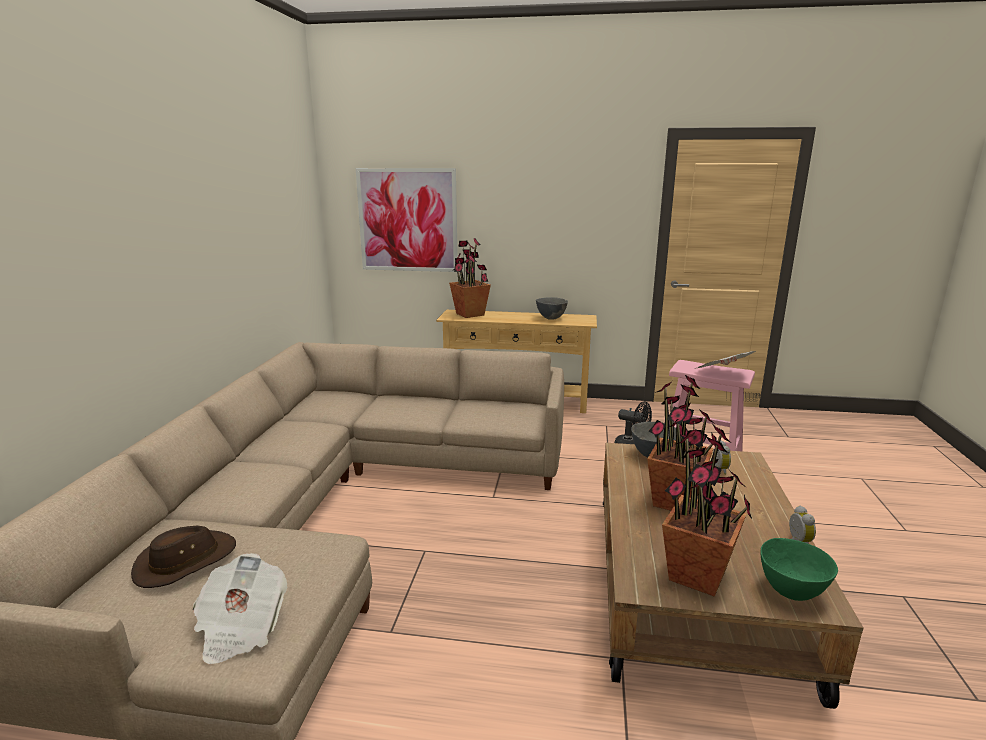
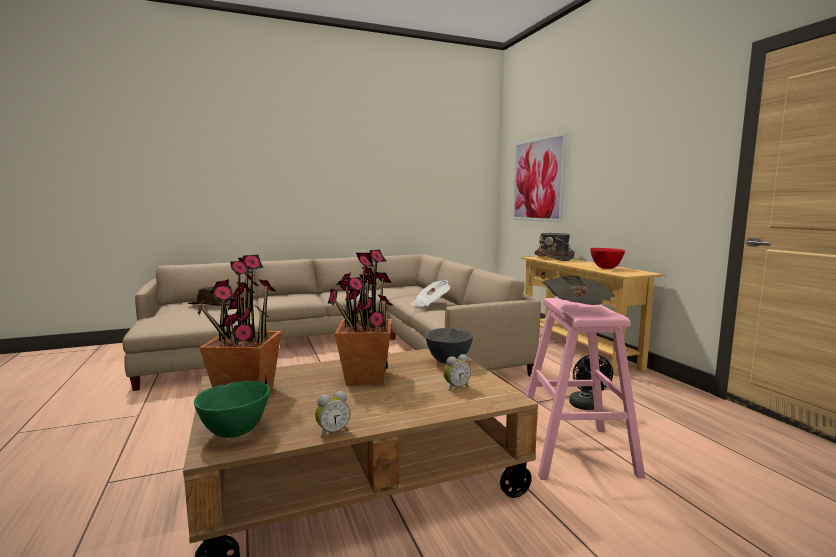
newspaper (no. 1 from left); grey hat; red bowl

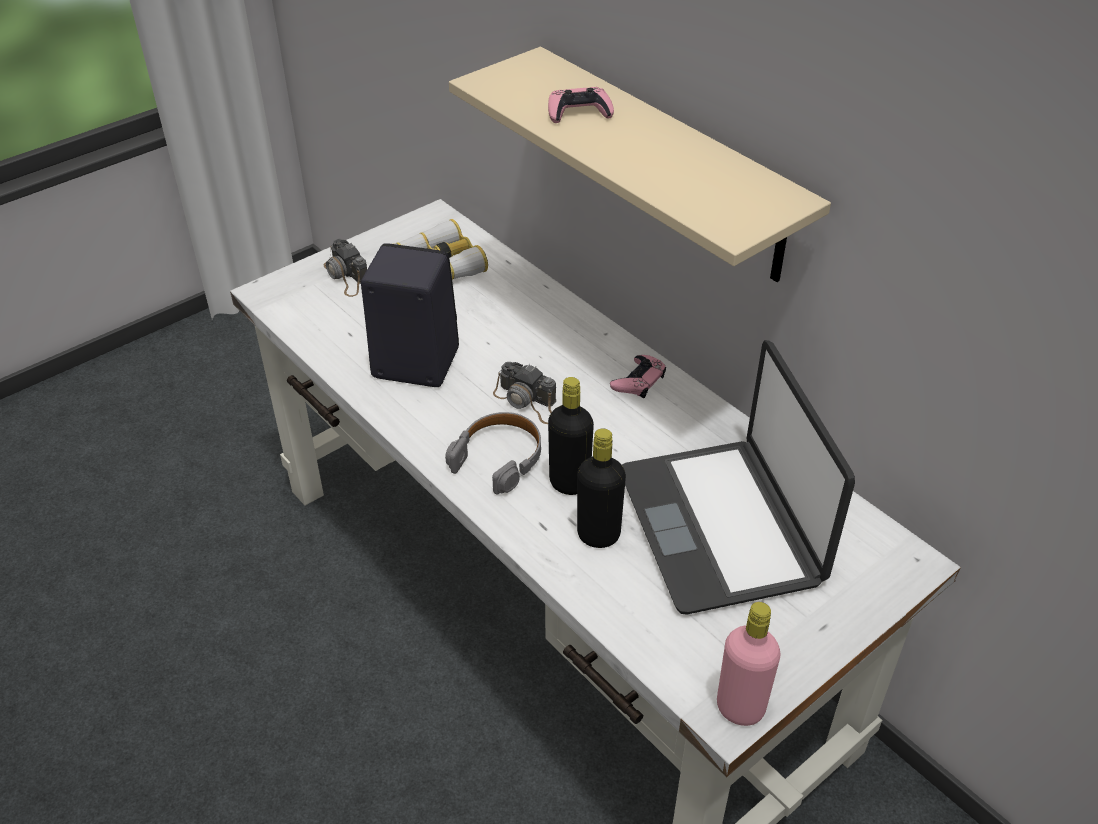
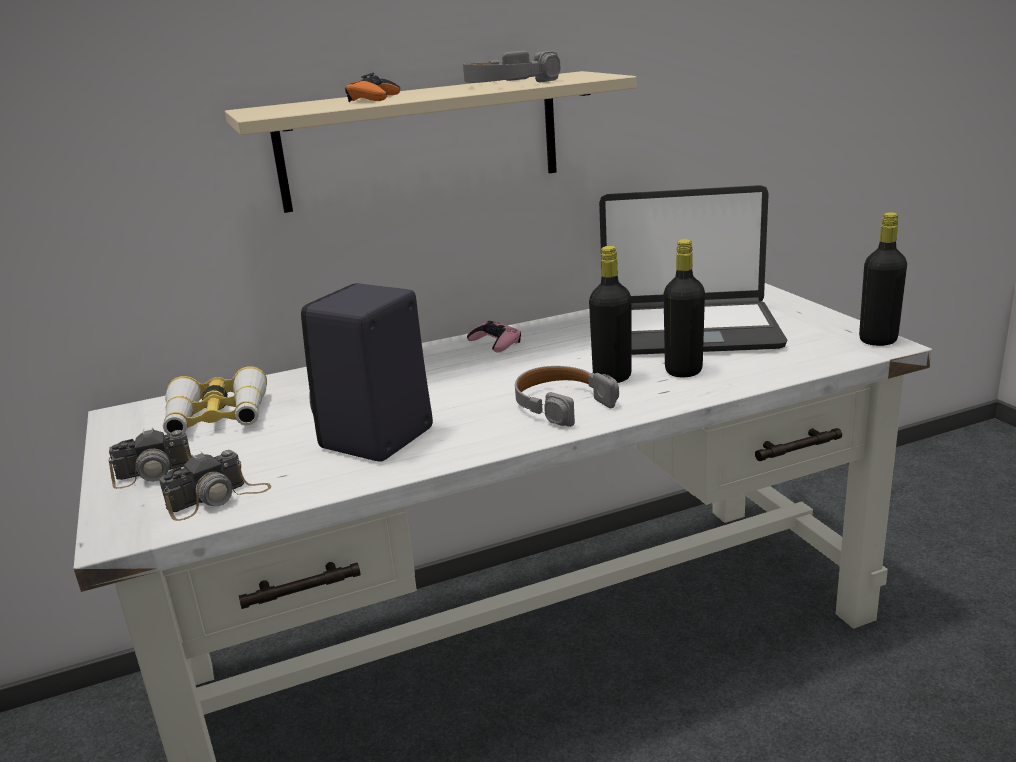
grey headphones (no. 1 from left); photo camera (no. 2 from left); orange game controller; black bottle (no. 3 from left)

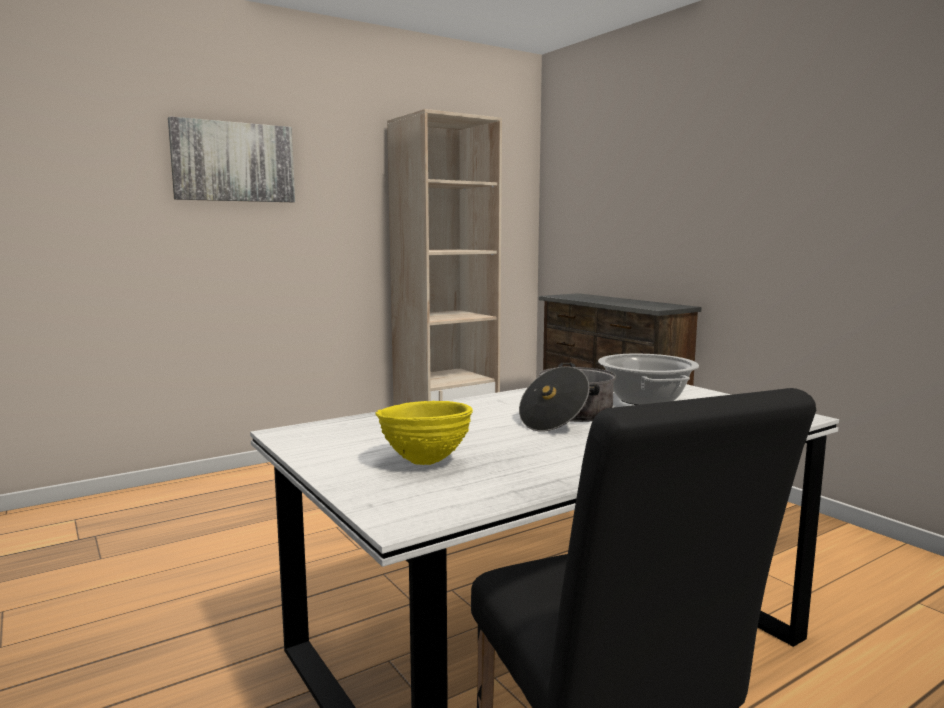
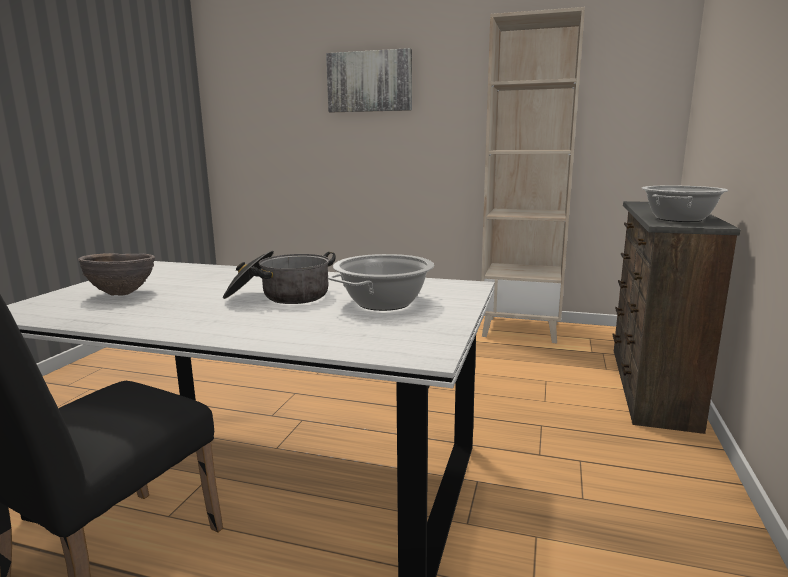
cooking pot (no. 3 from left); brown bowl

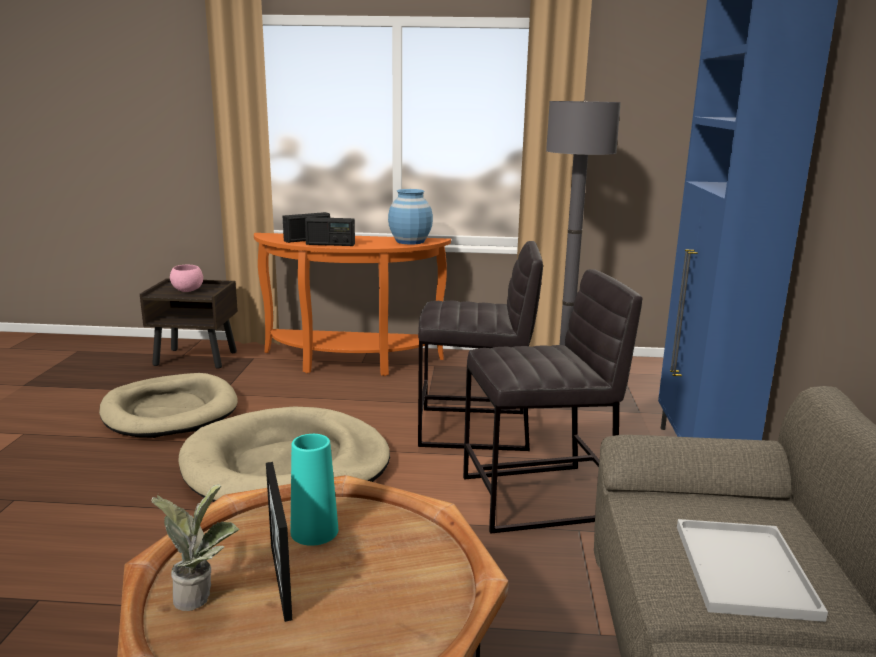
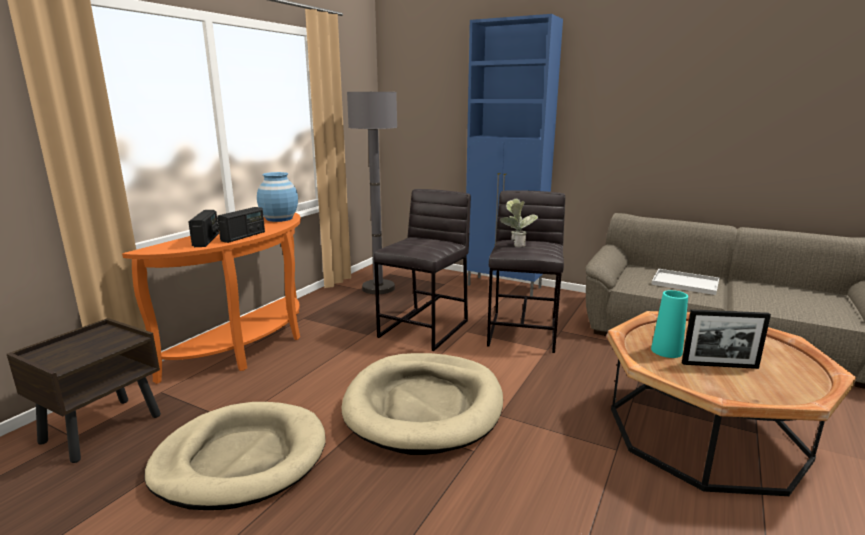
pink bowl; potted plant

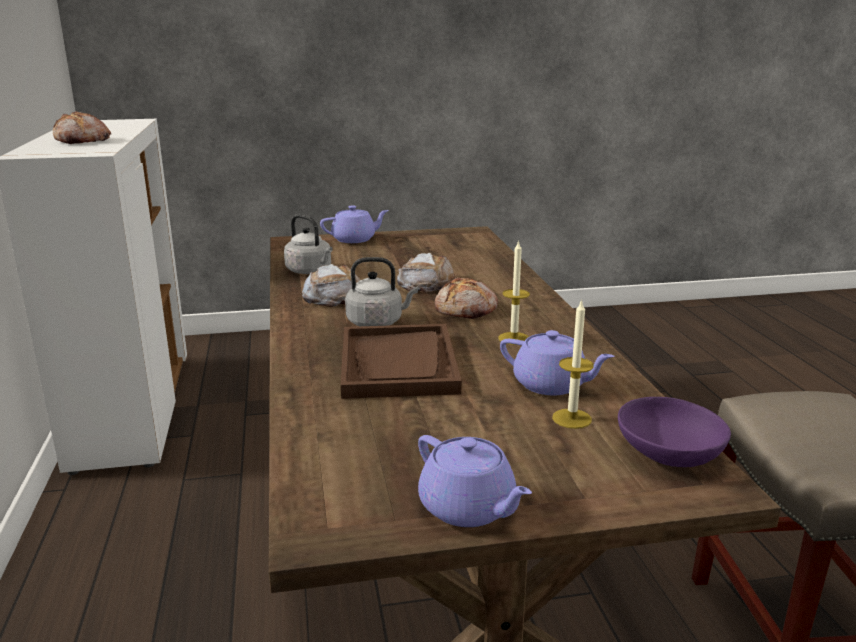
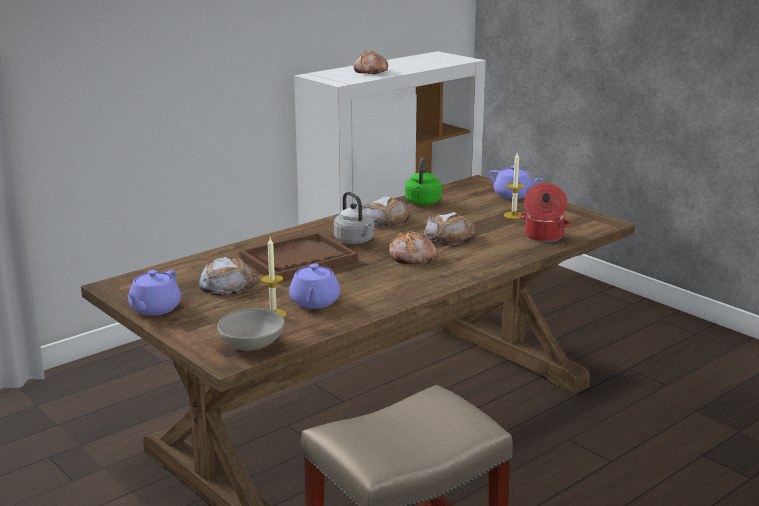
bread (no. 1 from left); cooking pot; candle (no. 2 from left); green kettle; grey bowl

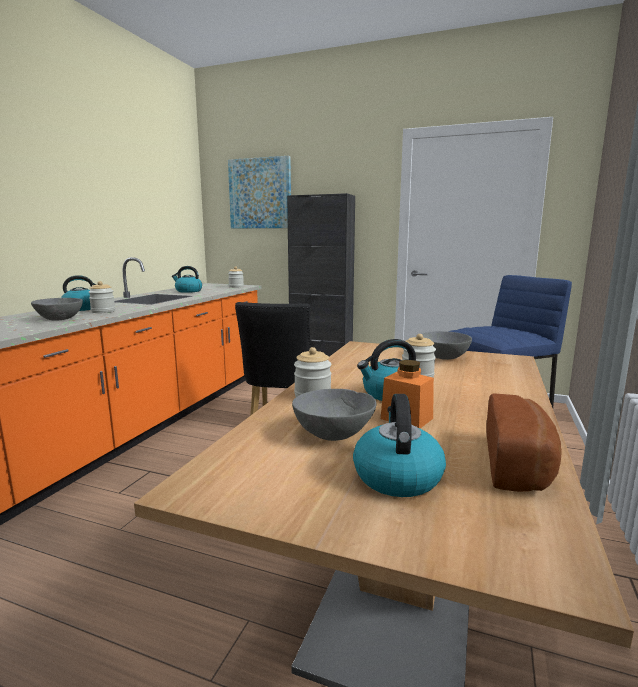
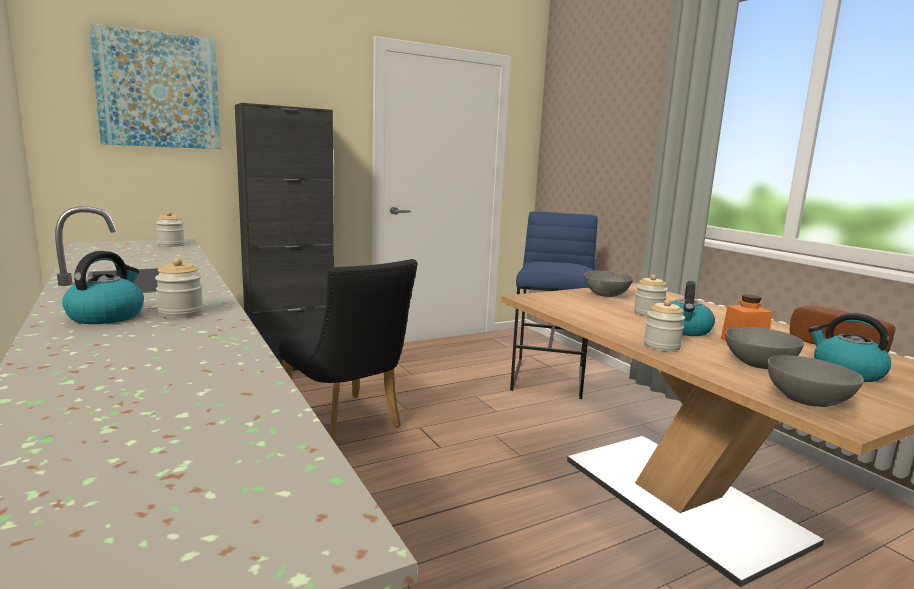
kettle (no. 2 from left in the first image); grey bowl (no. 3 from left)

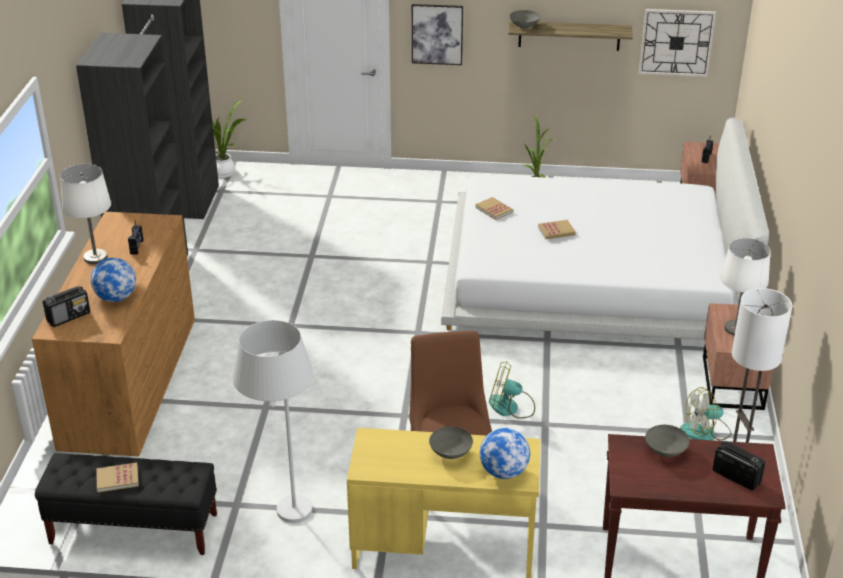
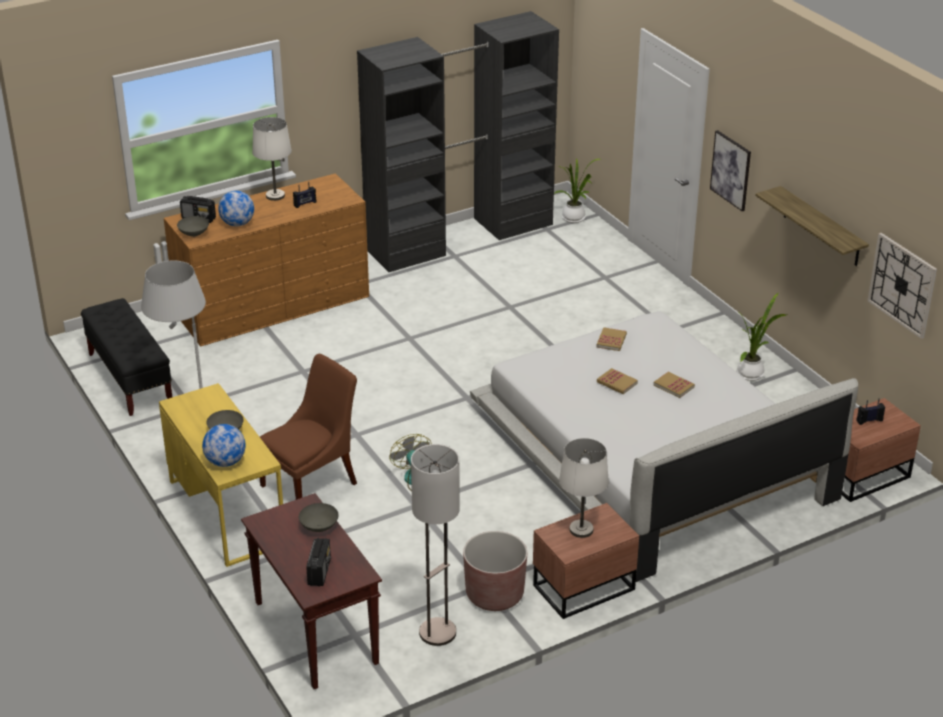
book (no. 3 from left); grey bowl (no. 1 from left); brown planter

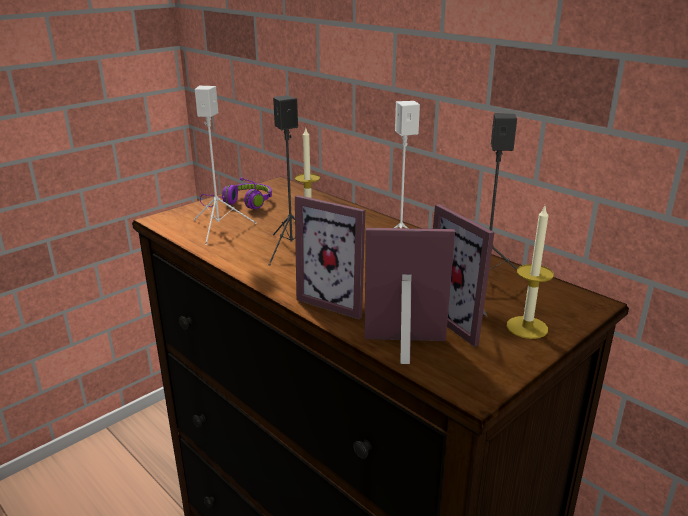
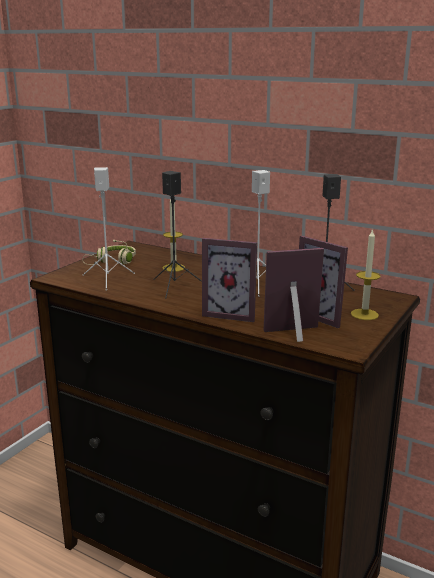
beige headphones

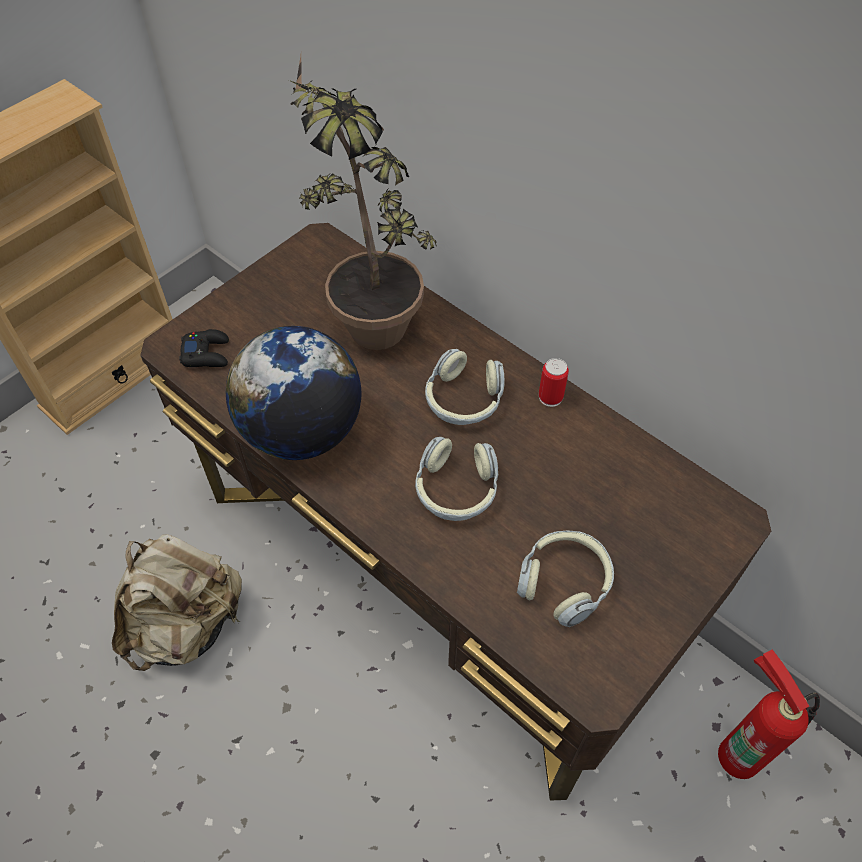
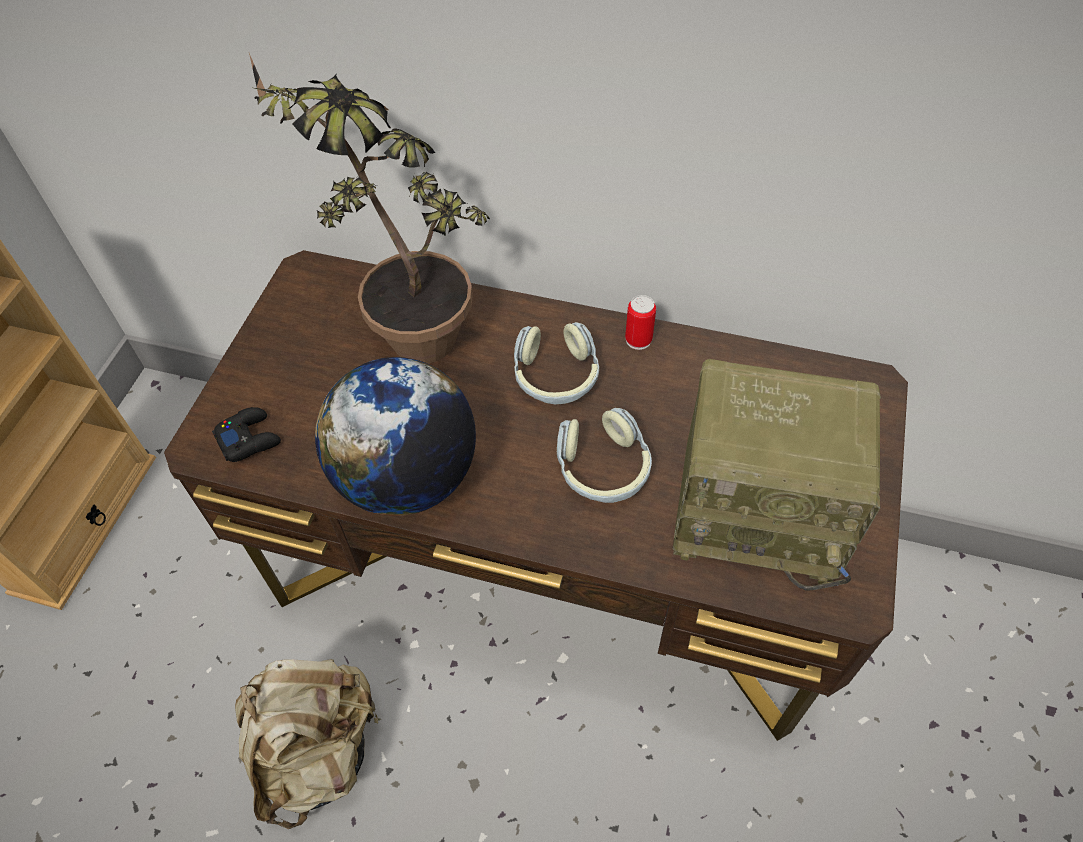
fire extinguisher; radio

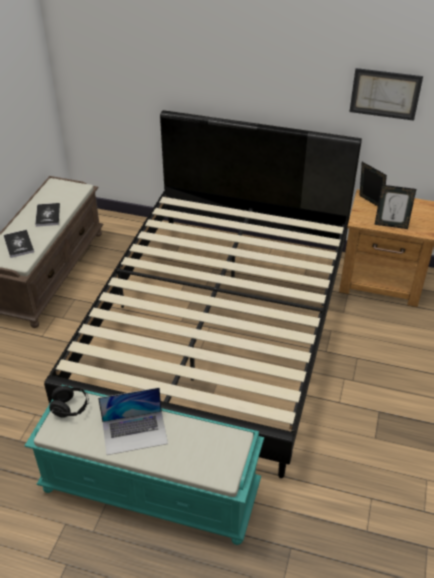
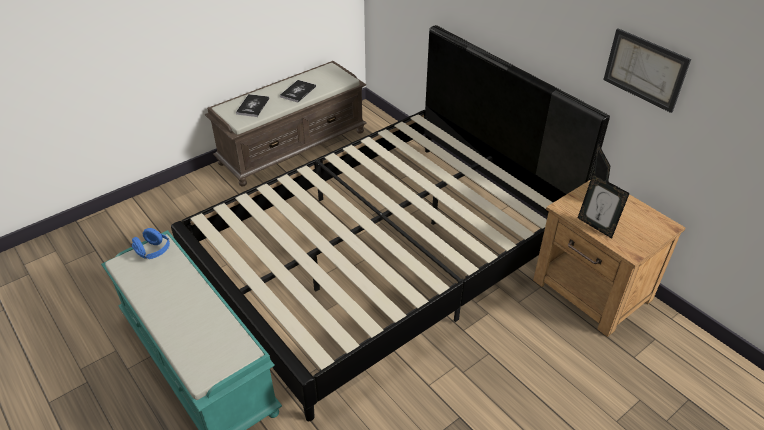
laptop; blue headphones

